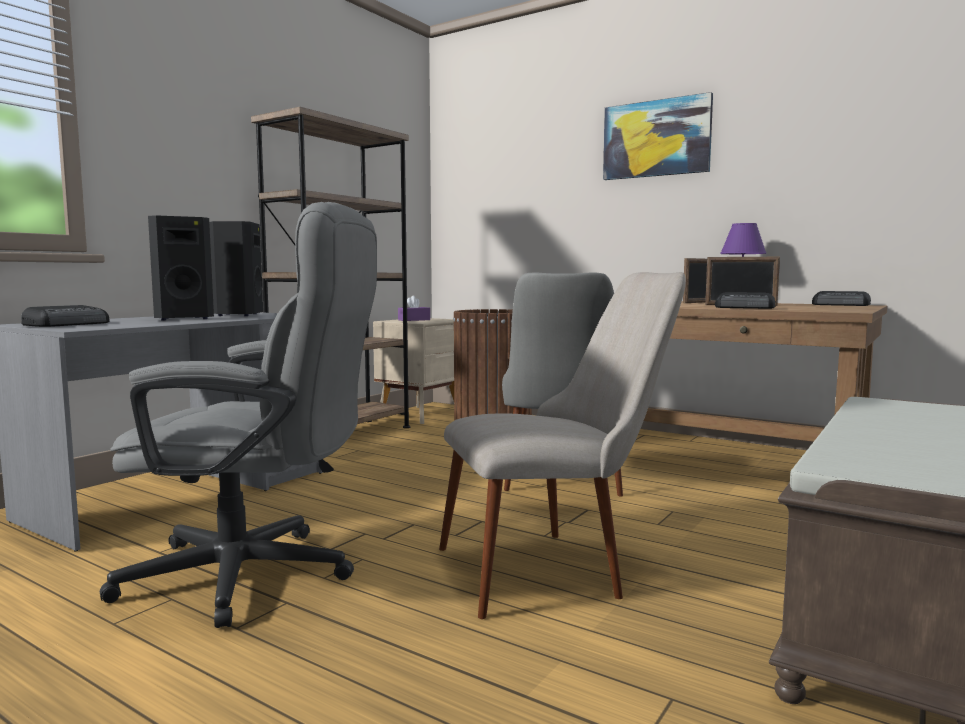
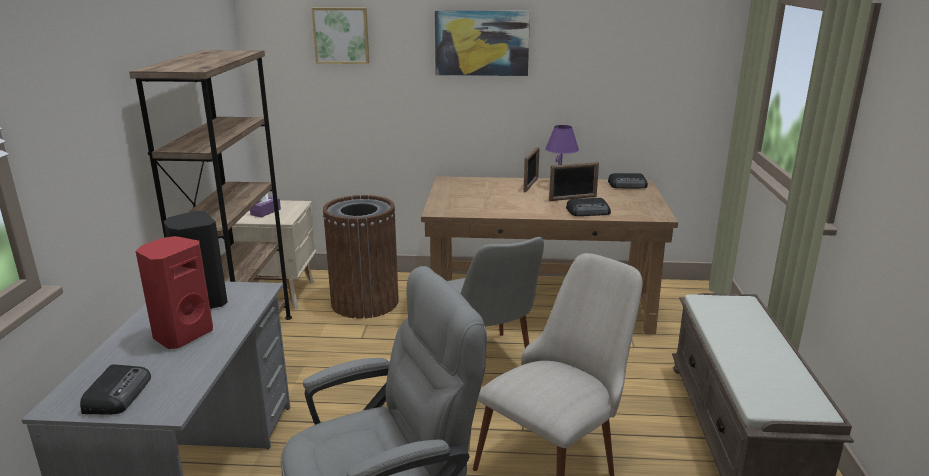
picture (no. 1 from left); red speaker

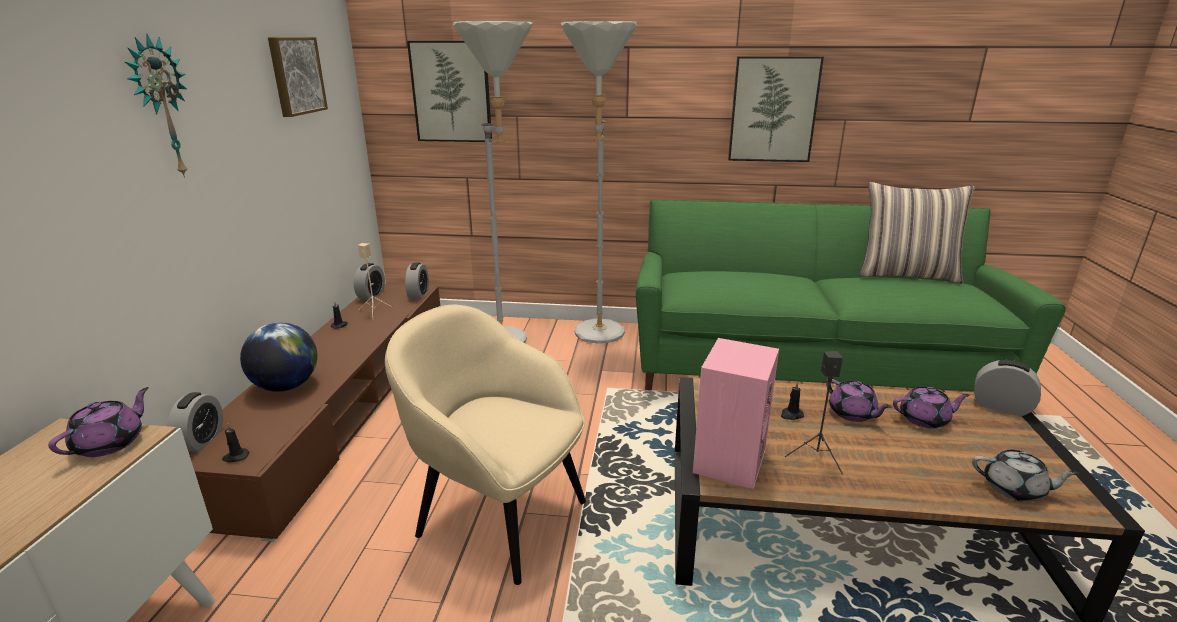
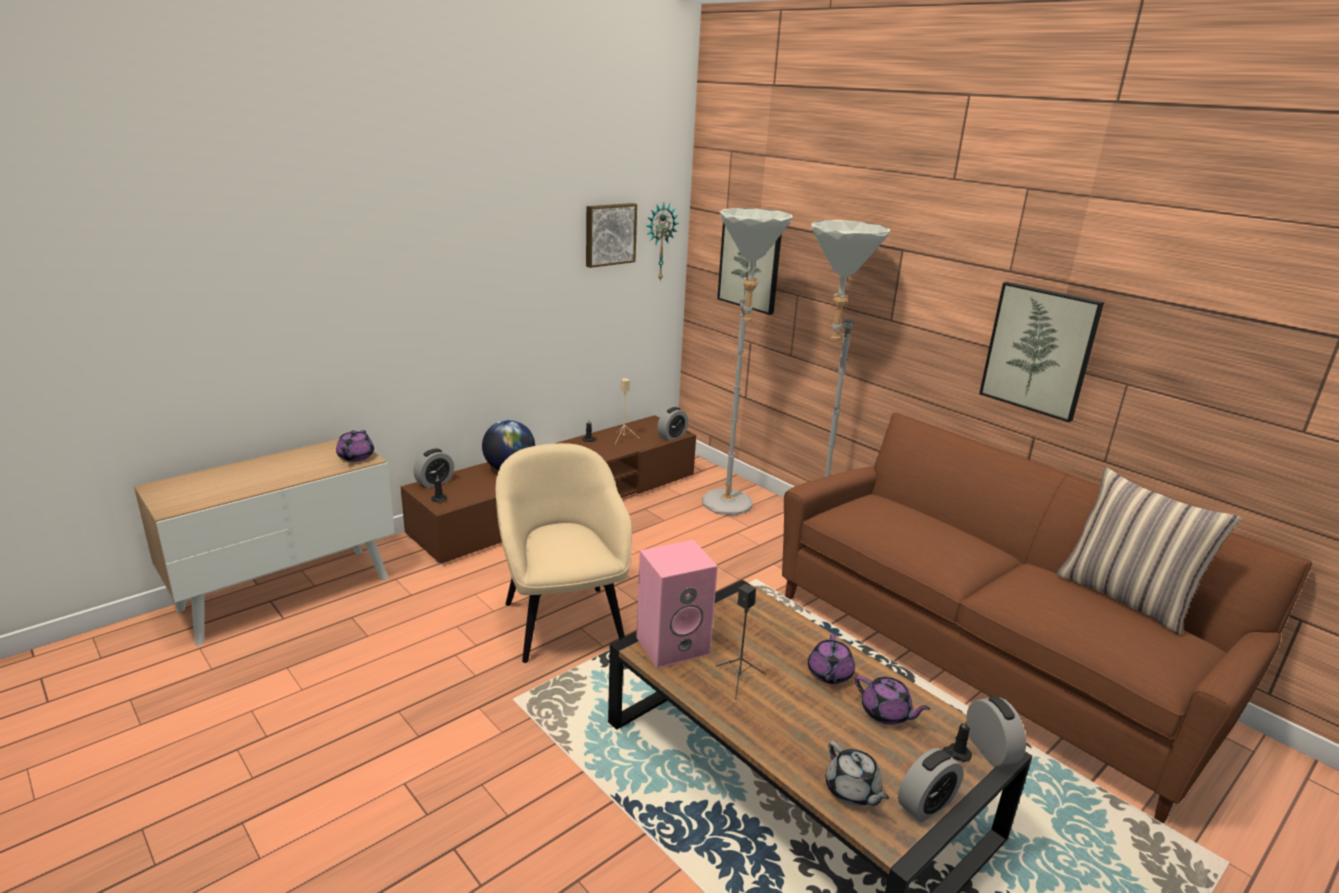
wall clock; alarm clock (no. 3 from left); black candle (no. 3 from left); brown sofa; purple teapot (no. 1 from left)

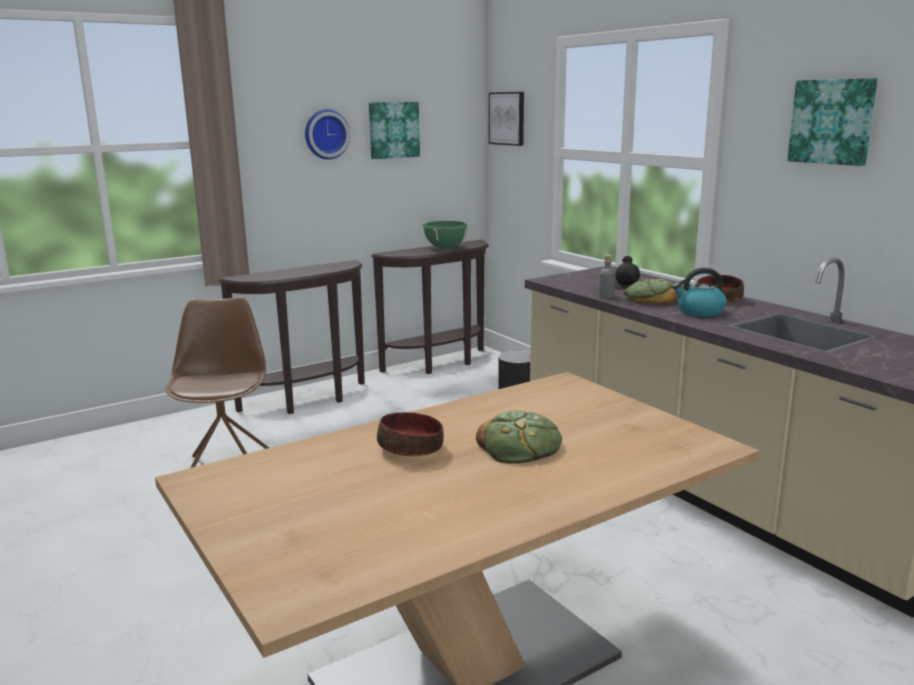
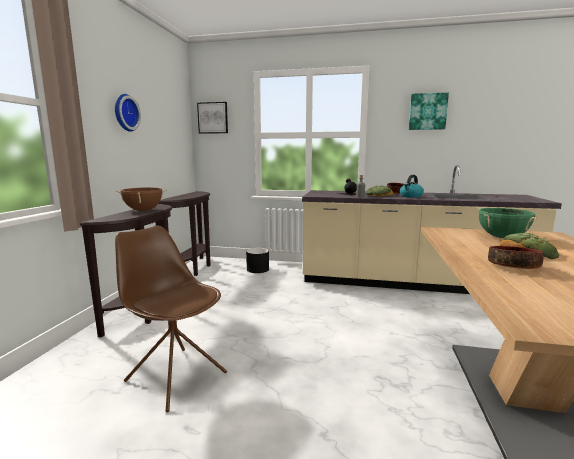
picture (no. 1 from left in the first image); brown cooking pot; green cooking pot

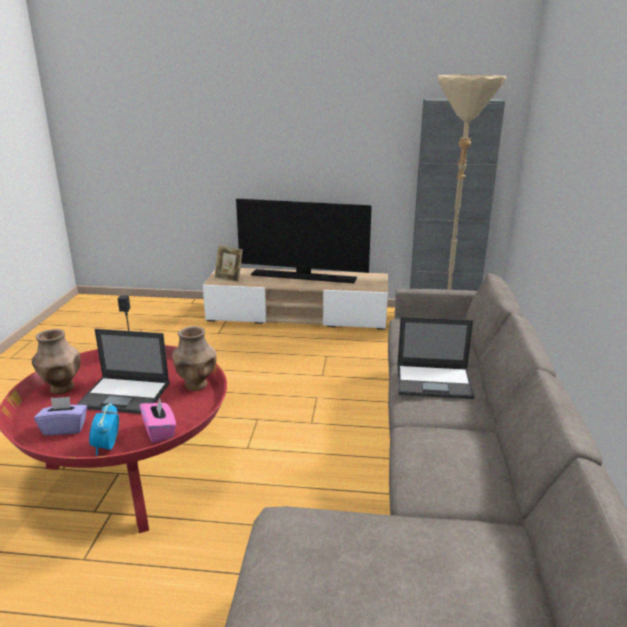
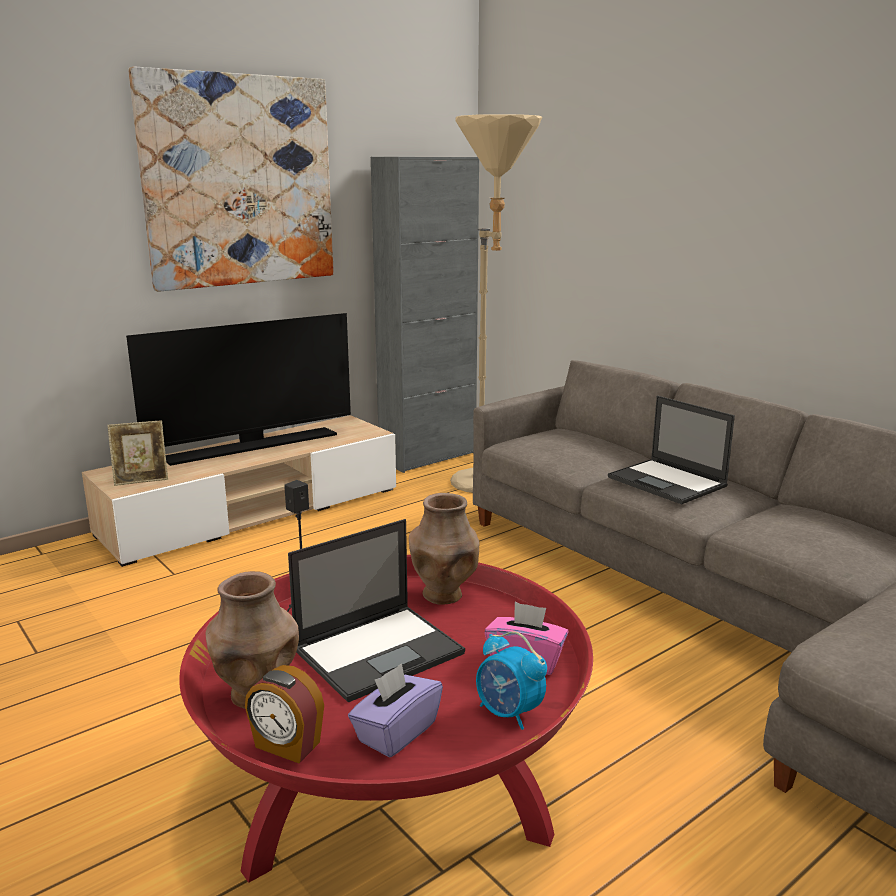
picture; alarm clock (no. 1 from left); laptop (no. 2 from left)

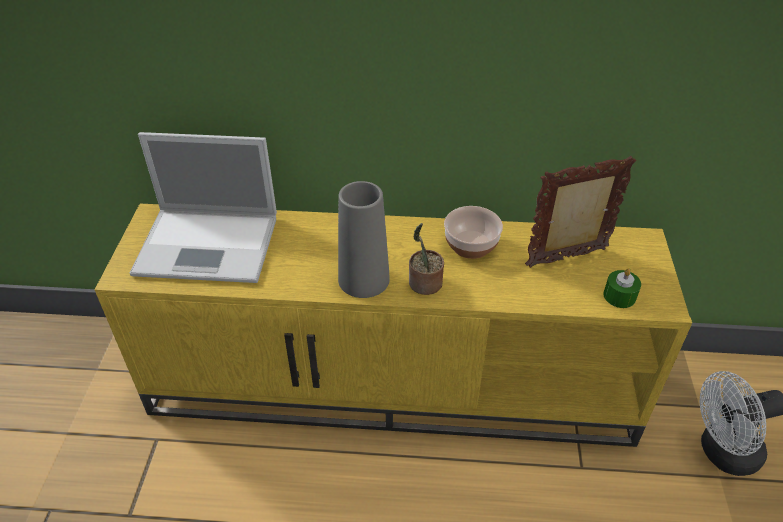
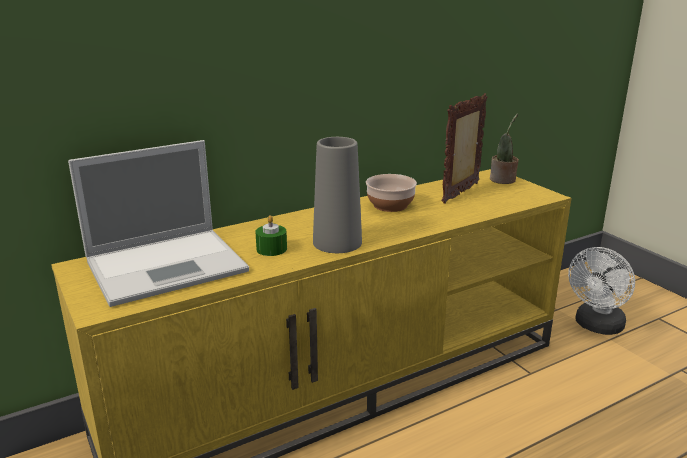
potted plant; green candle

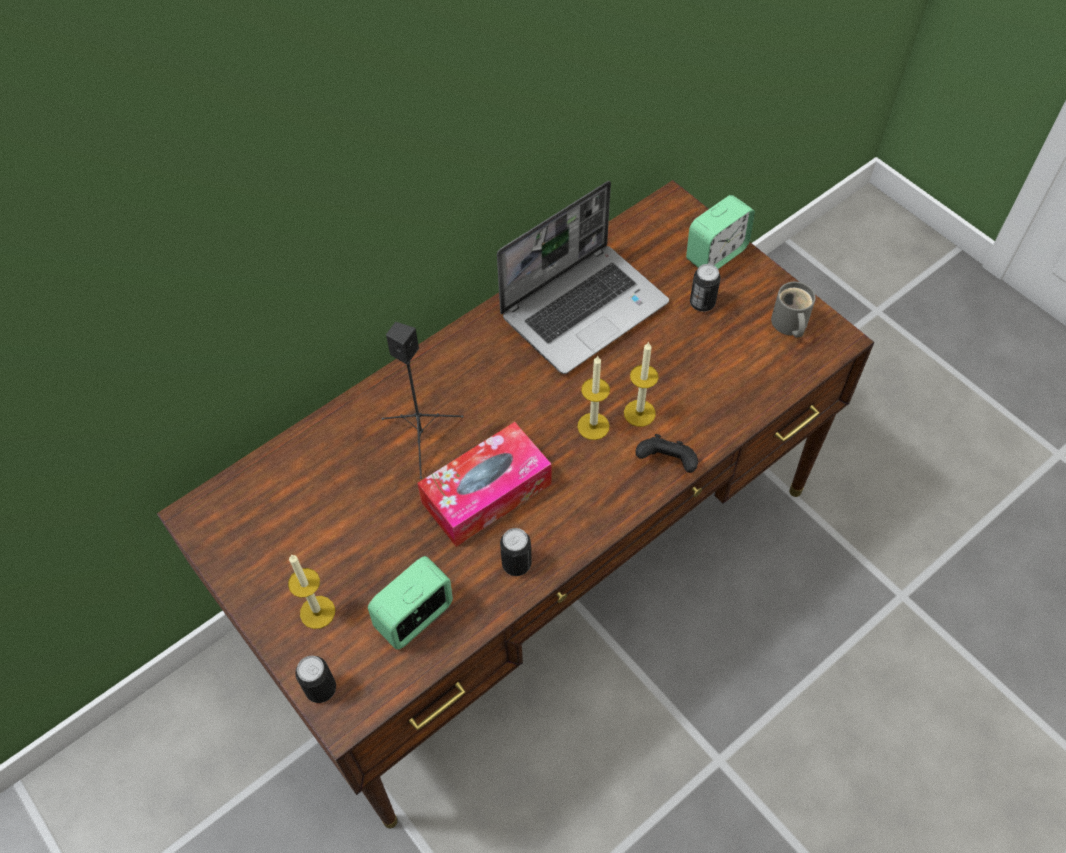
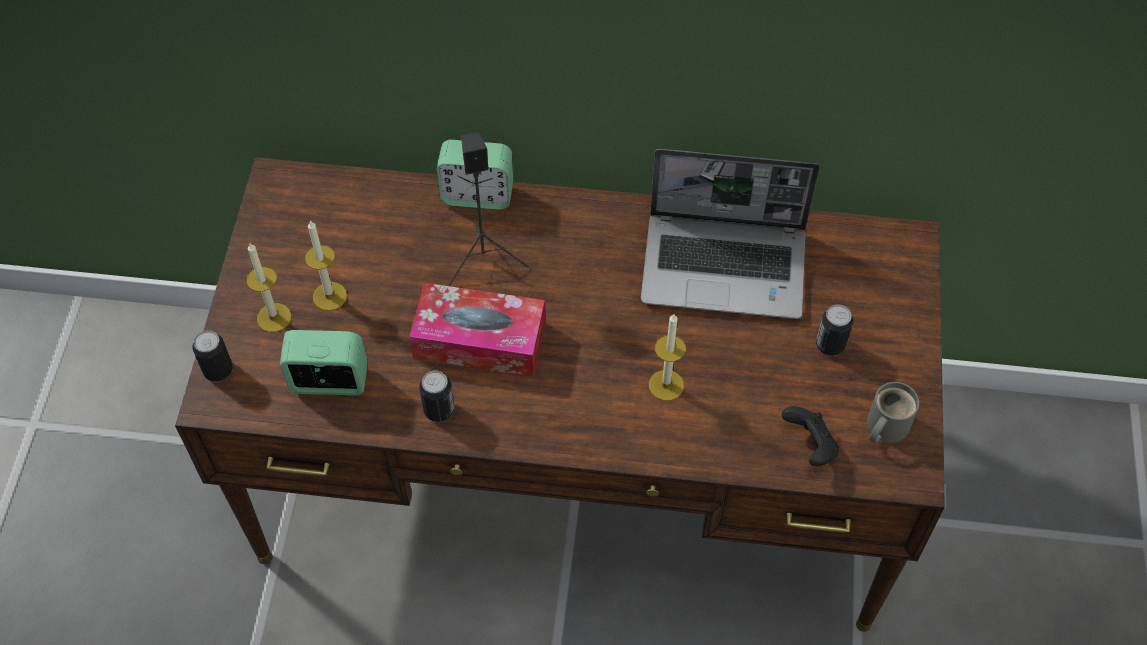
candle (no. 2 from left); black game controller; alarm clock (no. 2 from left)

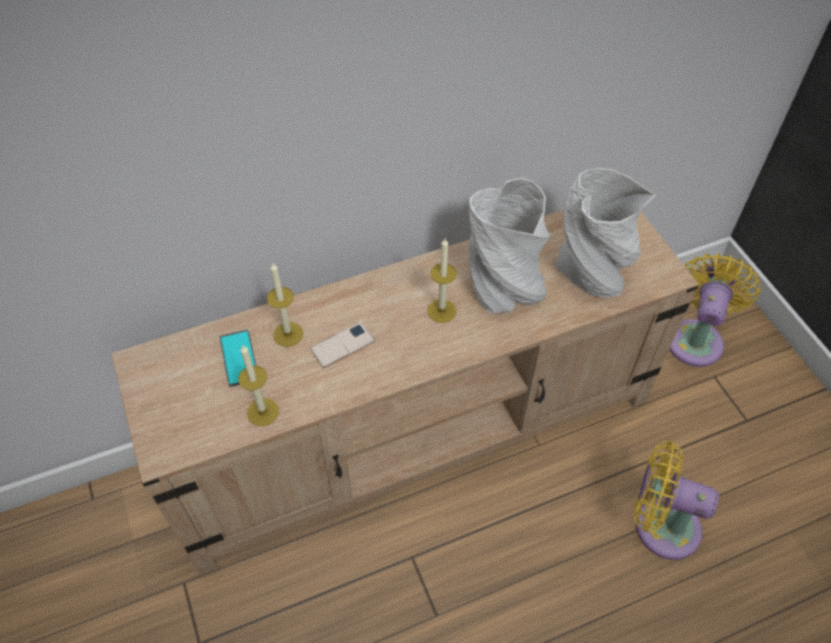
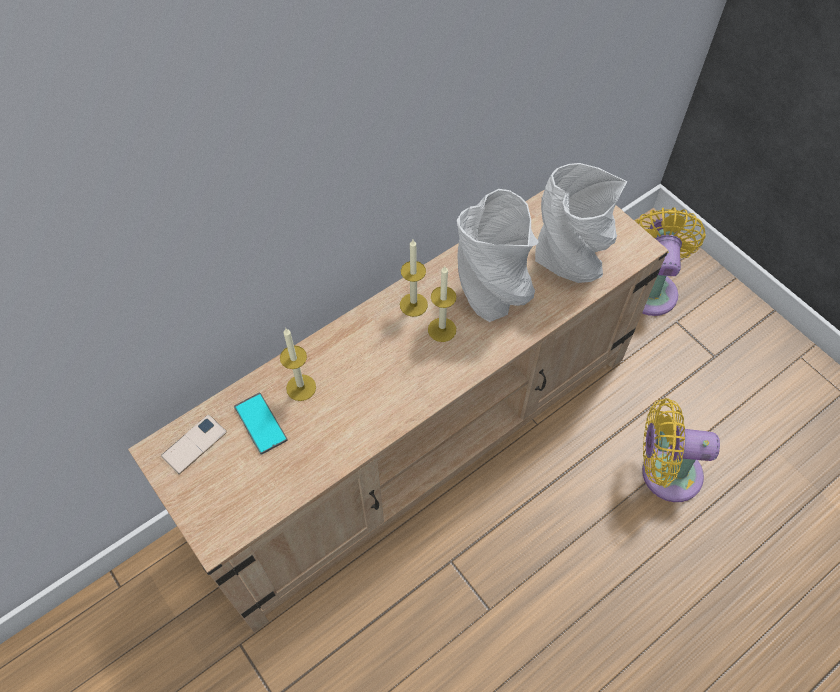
candle (no. 2 from left); phone (no. 1 from left)

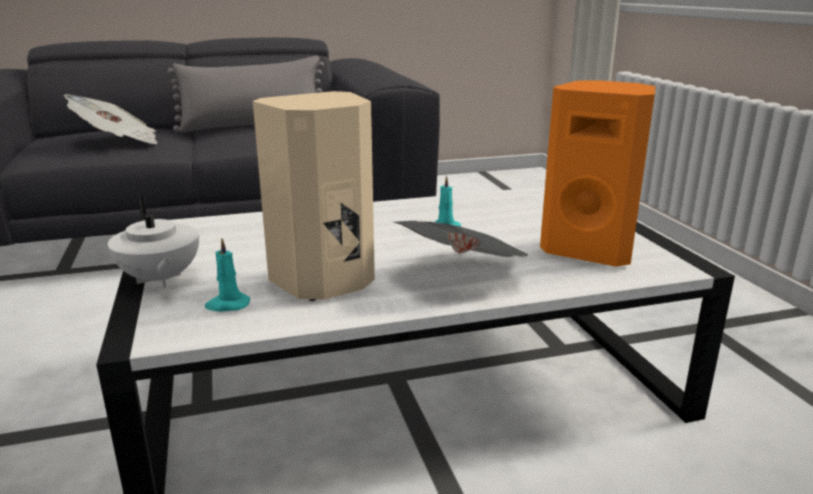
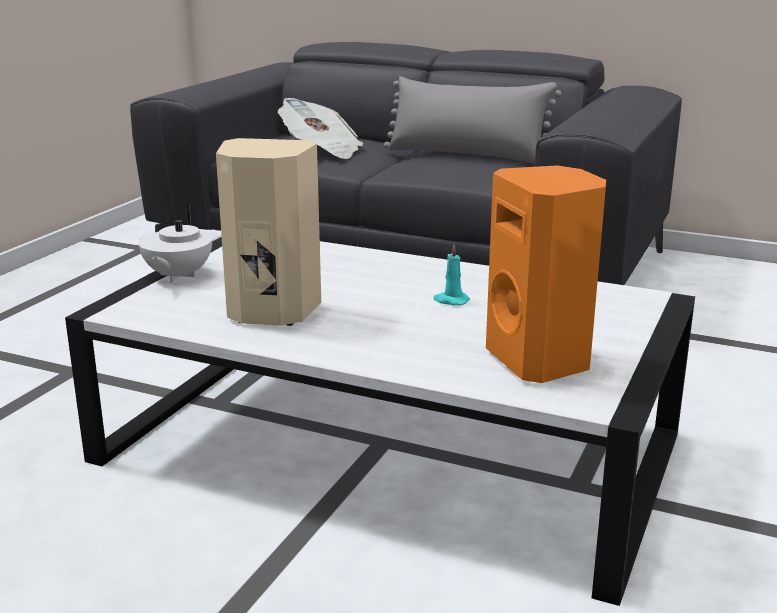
turquoise candle (no. 1 from left in the first image); newspaper (no. 2 from left in the first image)

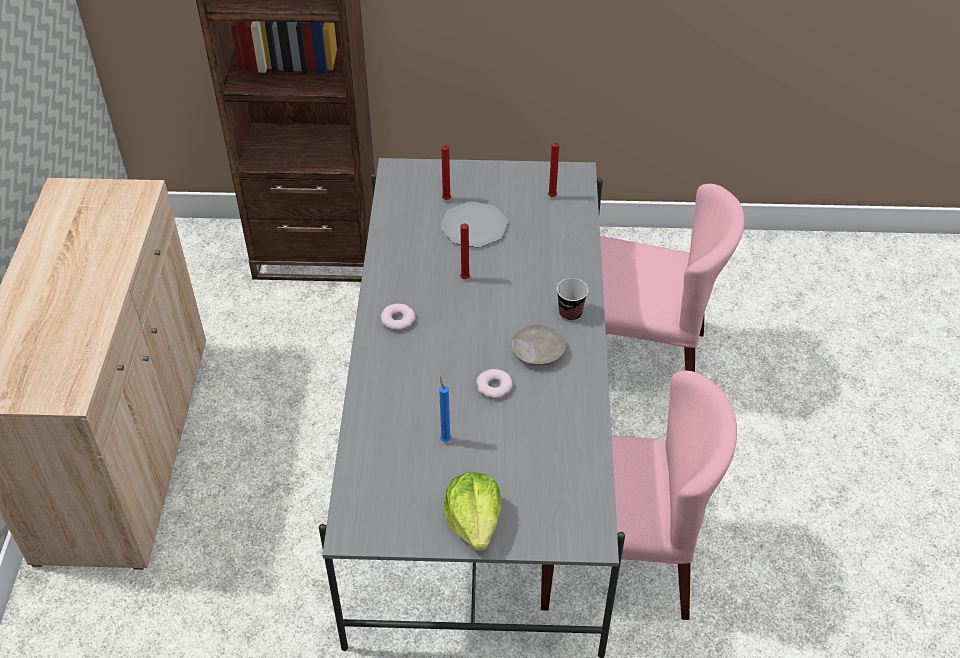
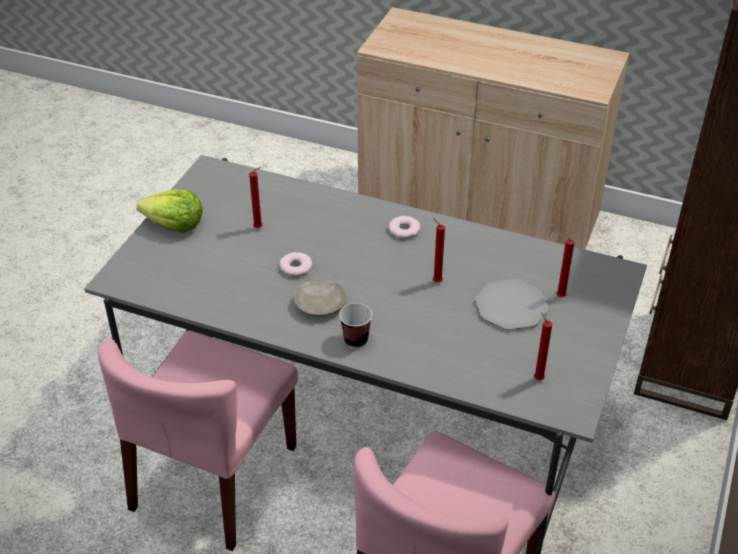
red candle (no. 1 from left)

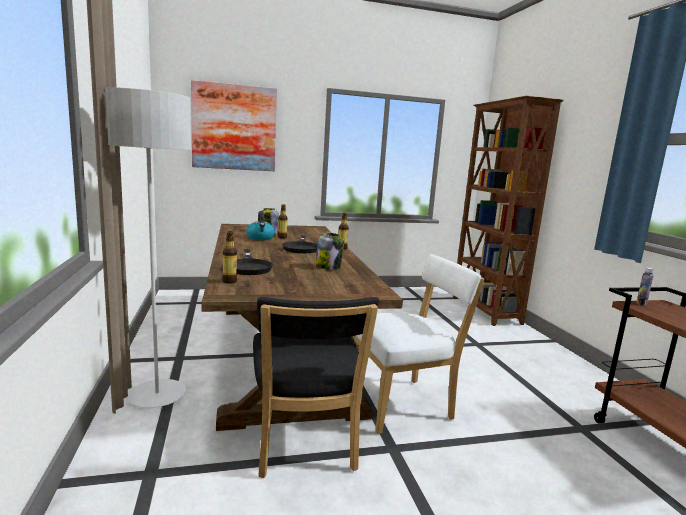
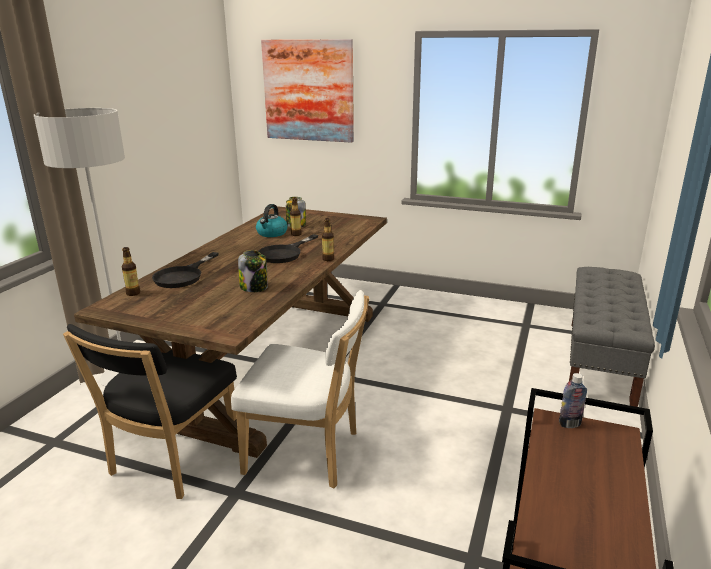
grey bench

